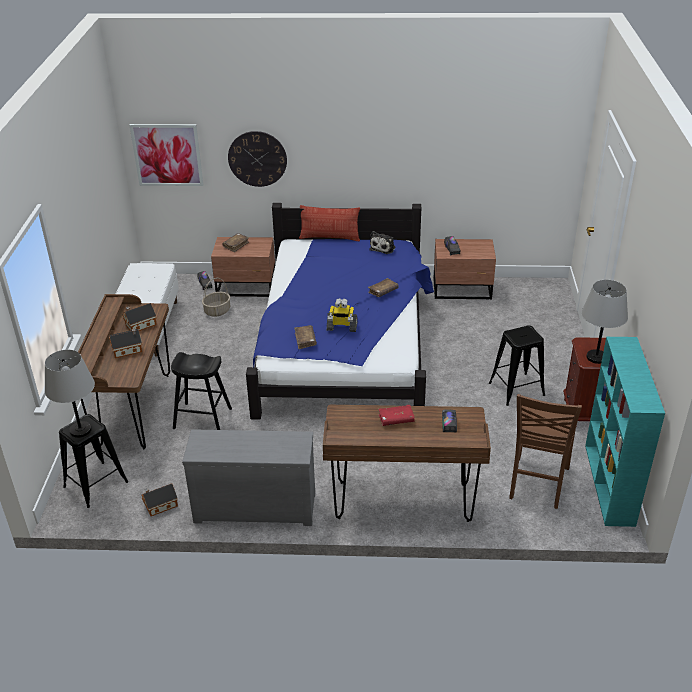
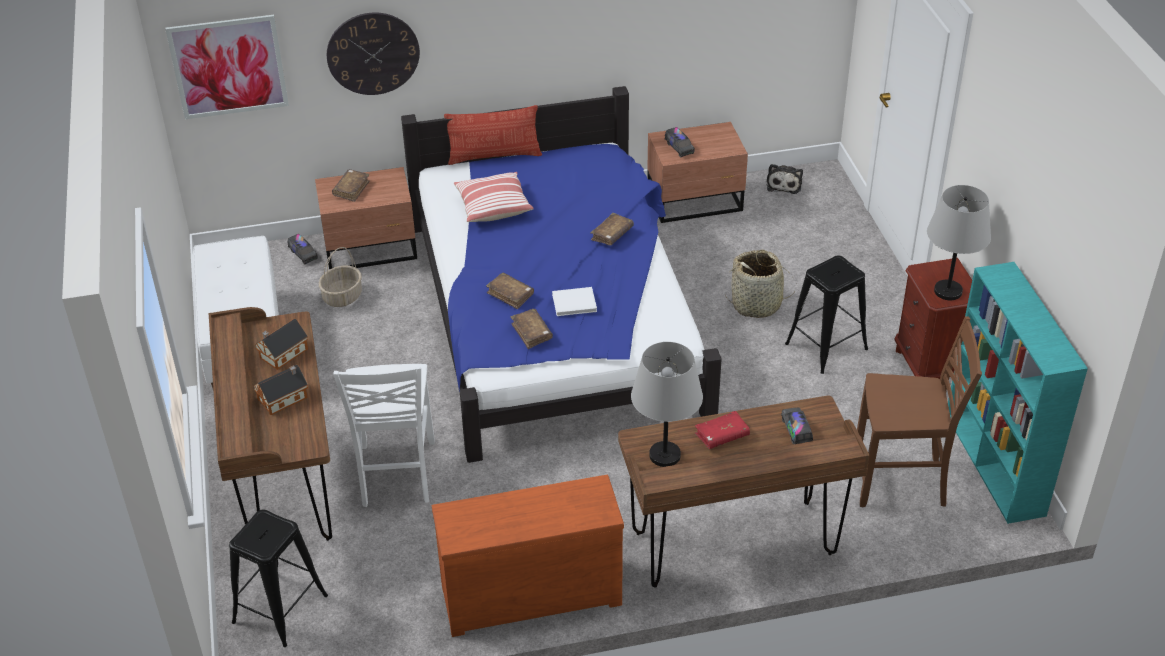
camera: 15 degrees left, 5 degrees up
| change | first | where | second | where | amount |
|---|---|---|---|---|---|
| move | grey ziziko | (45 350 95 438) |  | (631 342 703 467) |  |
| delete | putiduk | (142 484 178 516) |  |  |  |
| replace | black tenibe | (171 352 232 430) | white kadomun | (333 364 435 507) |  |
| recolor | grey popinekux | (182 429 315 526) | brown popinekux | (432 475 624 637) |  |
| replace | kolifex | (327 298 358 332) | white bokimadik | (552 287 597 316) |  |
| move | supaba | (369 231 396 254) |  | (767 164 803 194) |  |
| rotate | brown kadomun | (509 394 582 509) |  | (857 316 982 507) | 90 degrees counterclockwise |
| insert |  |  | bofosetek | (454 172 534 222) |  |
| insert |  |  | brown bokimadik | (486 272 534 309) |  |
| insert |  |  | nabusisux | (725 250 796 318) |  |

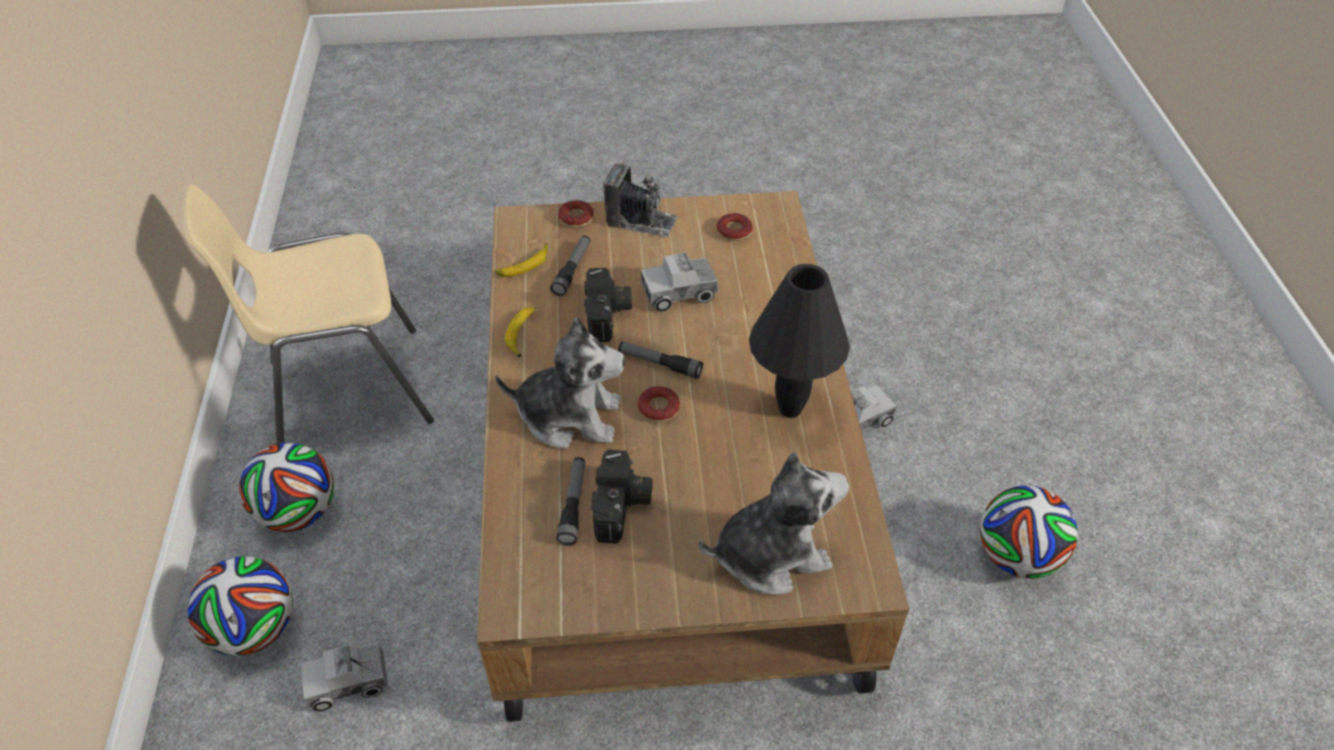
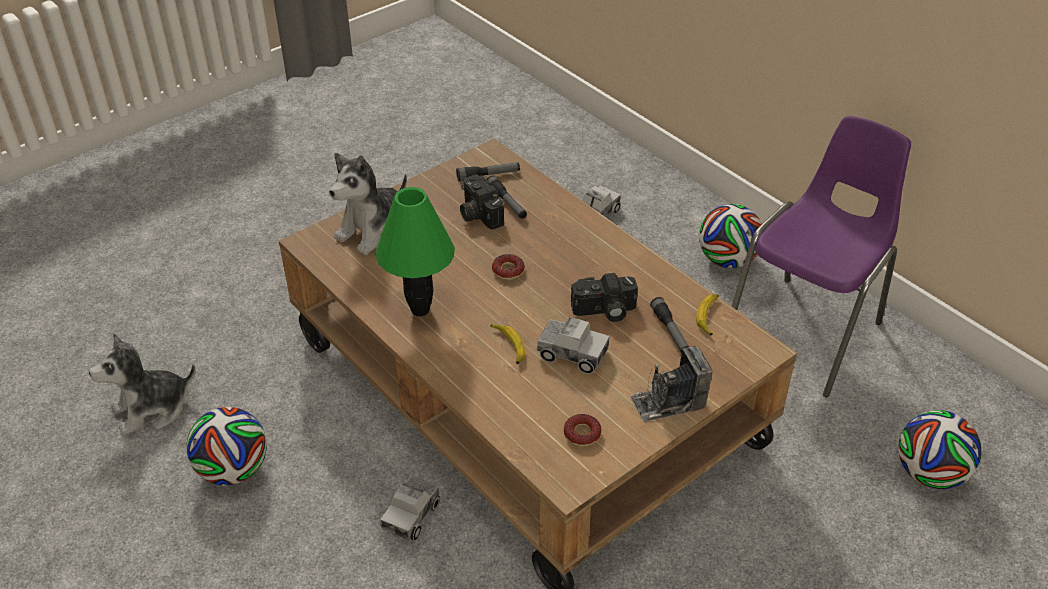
camera: 145 degrees right, 5 degrees down
| change | first | where | second | where | amount |
|---|---|---|---|---|---|
| recolor | beige kadomun | (183 184 434 444) | purple kadomun | (732 116 911 397) |  |
| move | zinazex | (188 556 293 656) |  | (898 410 982 489) |  |
| move | supaba | (495 317 625 449) |  | (89 333 195 436) |  |
| move | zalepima | (505 307 536 357) |  | (490 324 525 364) |  |
| delete | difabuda | (558 200 594 228) |  |  |  |
| rotate | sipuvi | (584 268 632 343) |  | (571 273 638 322) | 60 degrees counterclockwise |
| move | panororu | (618 342 703 379) |  | (456 163 520 181) |  |
| rotate | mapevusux | (641 252 718 312) |  | (536 317 609 374) | 75 degrees clockwise |
| recolor | black ziziko | (749 264 850 418) | green ziziko | (376 187 455 317) |  |

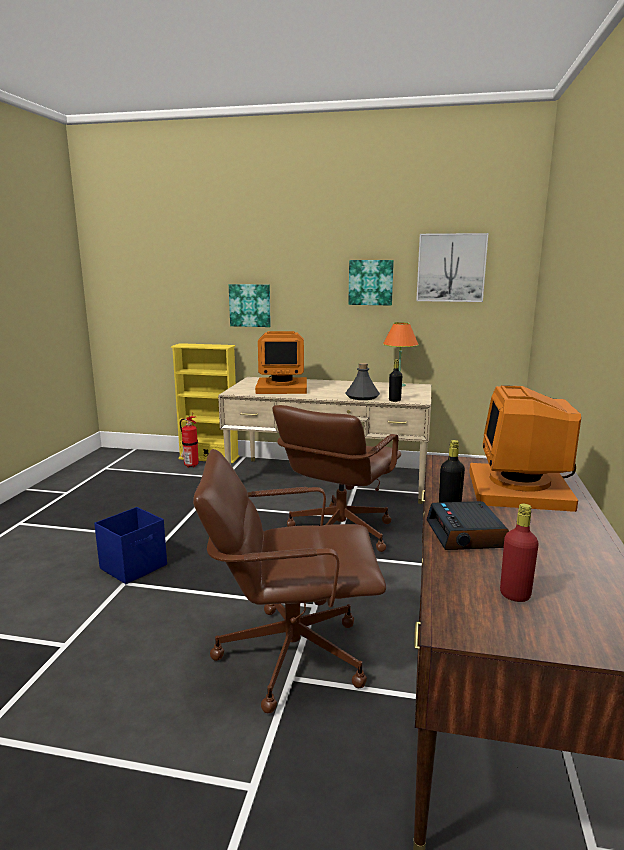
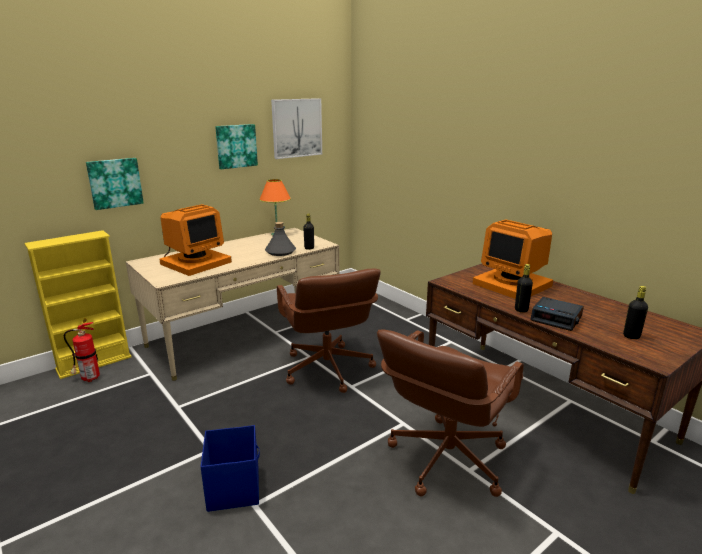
camera: 50 degrees left, 5 degrees up
| change | first | where | second | where | amount |
|---|---|---|---|---|---|
| recolor | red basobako | (500 504 539 602) | black basobako | (623 286 648 339) |  |

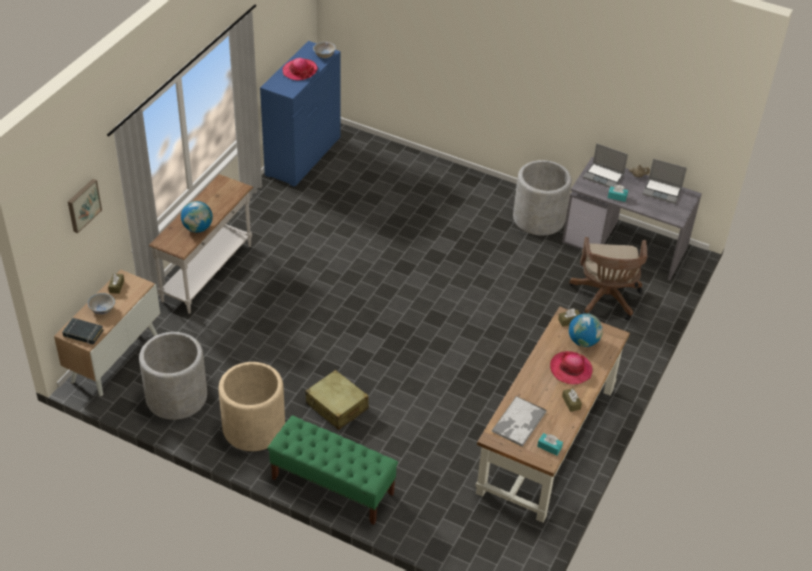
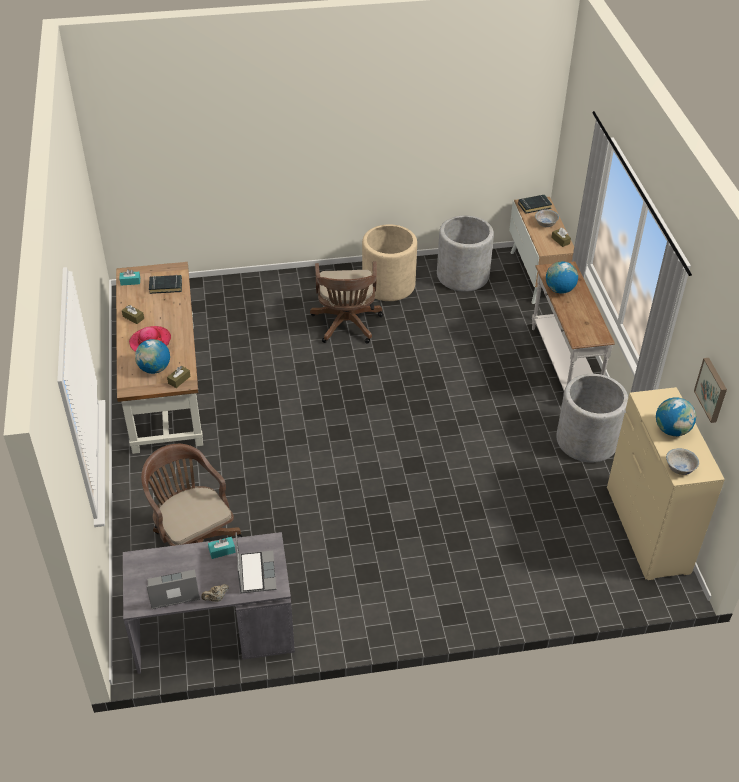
camera: 145 degrees right, 0 degrees up
| change | first | where | second | where | amount |
|---|---|---|---|---|---|
| move | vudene | (68 179 102 233) |  | (694 358 727 423) |  |
| recolor | blue popinekux | (260 41 340 186) | beige popinekux | (607 387 725 580) |  |
| delete | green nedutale | (268 415 398 525) |  |  |  |
| replace | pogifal | (282 58 318 81) | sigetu | (656 397 696 436) |  |
| replace | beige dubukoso | (305 370 369 430) | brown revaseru | (310 261 383 344) |  |
| replace | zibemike | (492 396 547 447) | black bokimadik | (149 275 182 294) |  |
| move | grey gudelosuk | (513 160 572 236) |  | (556 374 628 463) |  |
| rotate | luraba | (583 143 628 188) |  | (235 532 277 594) | 90 degrees clockwise |

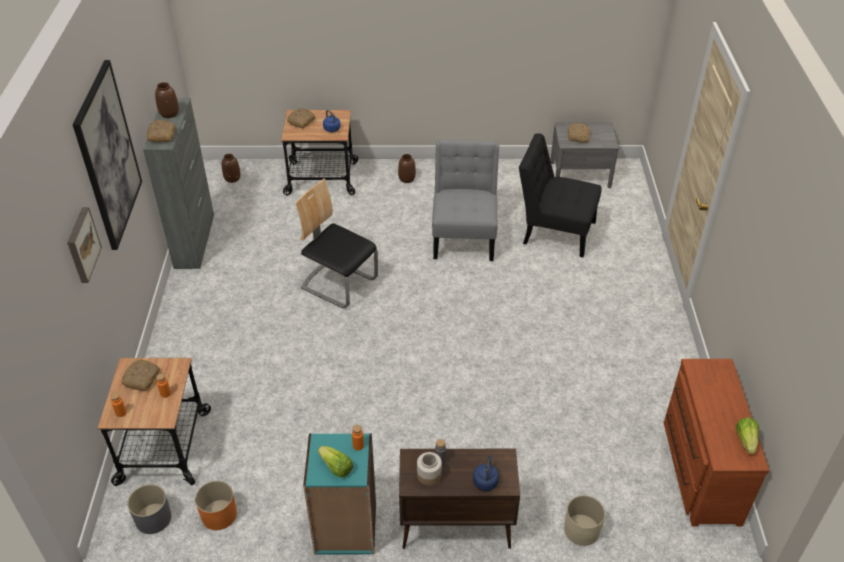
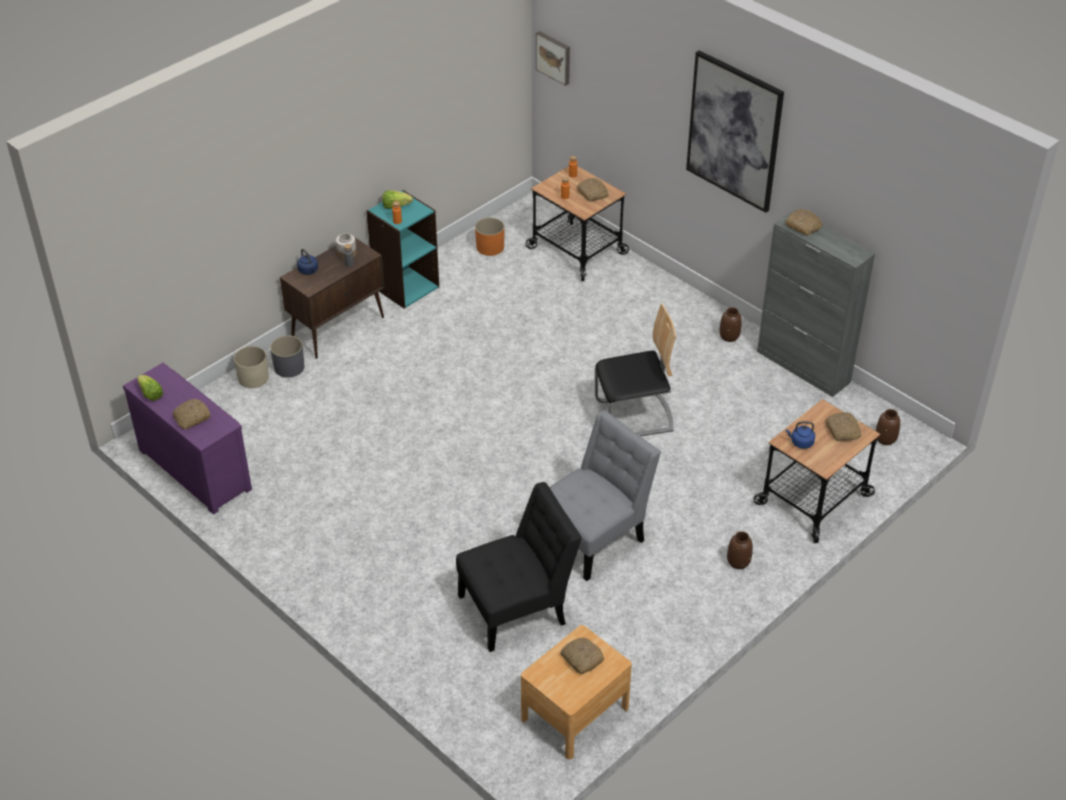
camera: 135 degrees right, 0 degrees up
| change | first | where | second | where | amount |
|---|---|---|---|---|---|
| move | vudene | (67 207 102 283) |  | (536 31 570 86) |  |
| move | grey gudelosuk | (127 484 171 534) |  | (270 336 305 378) |  |
| move | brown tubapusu | (155 82 179 118) |  | (719 307 742 342) |  |
| rotate | grey kadomun | (432 139 499 261) |  | (549 411 661 581) | 90 degrees counterclockwise |
| recolor | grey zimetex | (550 122 619 188) | brown zimetex | (521 625 632 760) |  |
| recolor | brown popinekux | (664 359 769 527) | purple popinekux | (123 363 252 514) |  |
| insert |  |  | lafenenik | (173 399 210 430) |  |

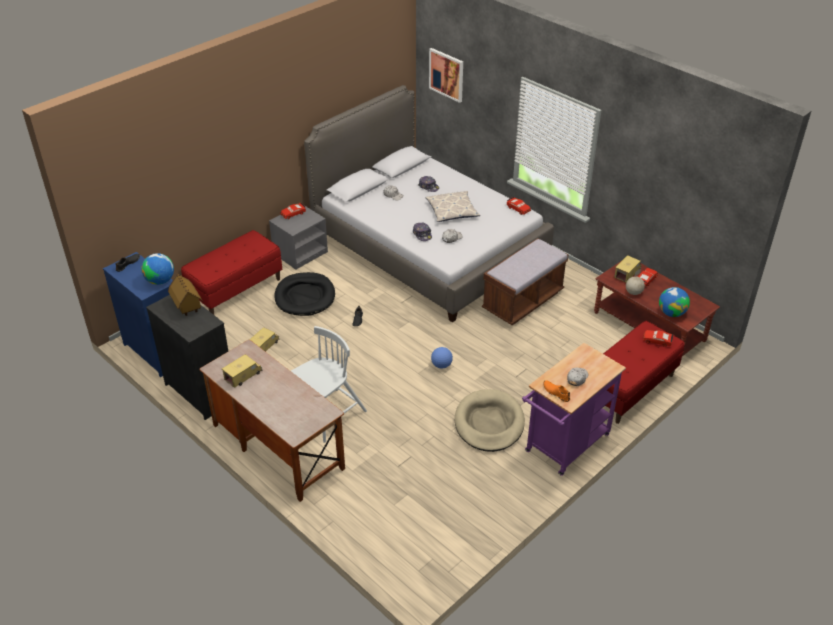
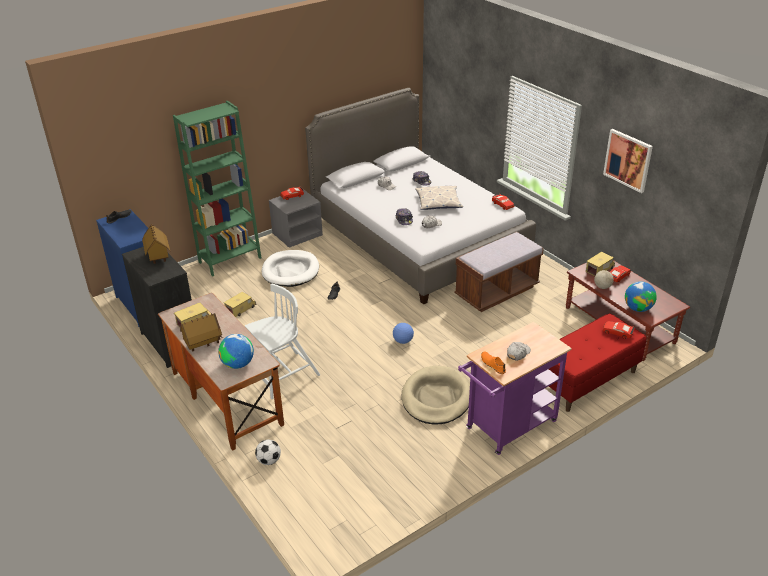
camera: 10 degrees right, 5 degrees down
| change | first | where | second | where | amount |
|---|---|---|---|---|---|
| move | sigetu | (141 253 174 285) |  | (218 334 254 369) |  |
| replace | red nedutale | (181 230 282 315) | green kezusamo | (173 101 261 276) |  |
| recolor | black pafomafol | (274 272 335 316) | white pafomafol | (262 250 319 287) |  |
| move | vudene | (429 48 463 103) |  | (603 129 653 193) |  |
| insert |  |  | putiduk | (180 313 223 352) |  |
| insert |  |  | zinazex | (255 440 281 465) |  |

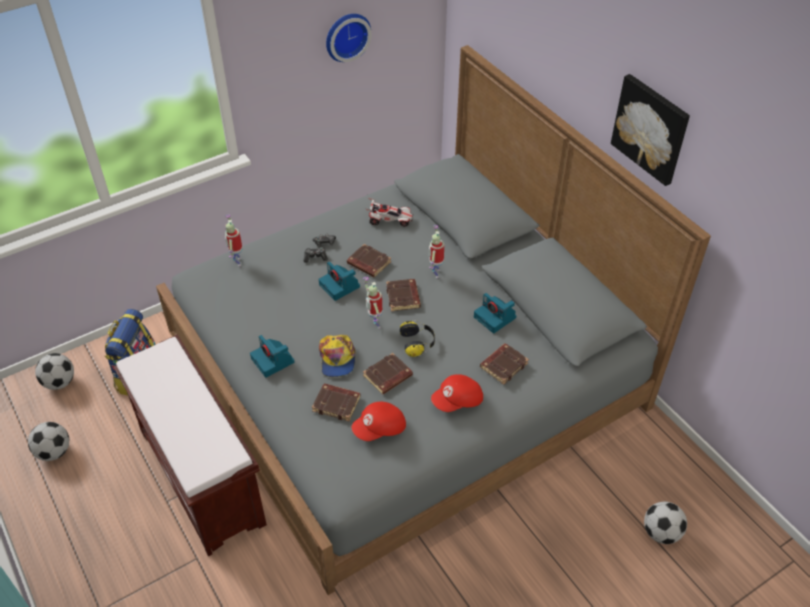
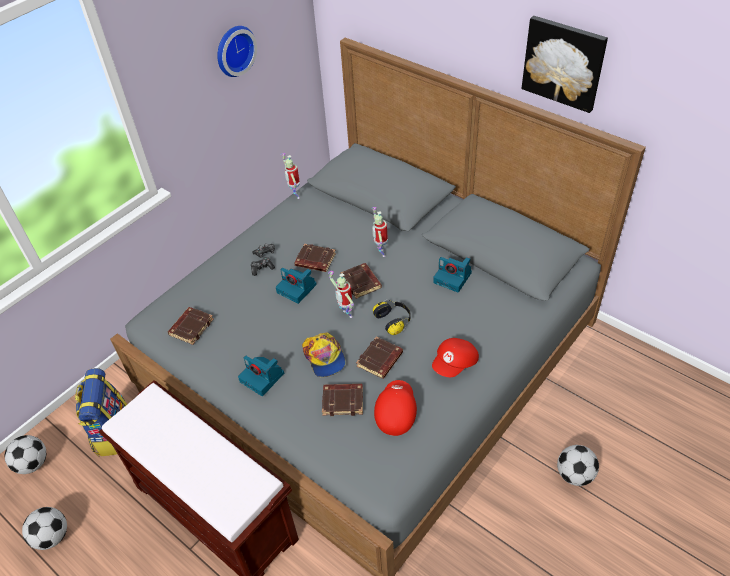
camera: 15 degrees left, 0 degrees up
| change | first | where | second | where | amount |
|---|---|---|---|---|---|
| move | kolifex | (225 215 243 266) |  | (281 153 300 199) |  |
| rotate | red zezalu | (352 402 406 441) |  | (374 380 417 436) | 150 degrees clockwise |
| delete | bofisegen | (366 198 413 227) |  |  |  |
| move | brown bokimadik | (480 343 529 385) |  | (168 307 214 345) |  |
| move | zinazex | (644 502 687 544) |  | (557 445 599 486) |  |

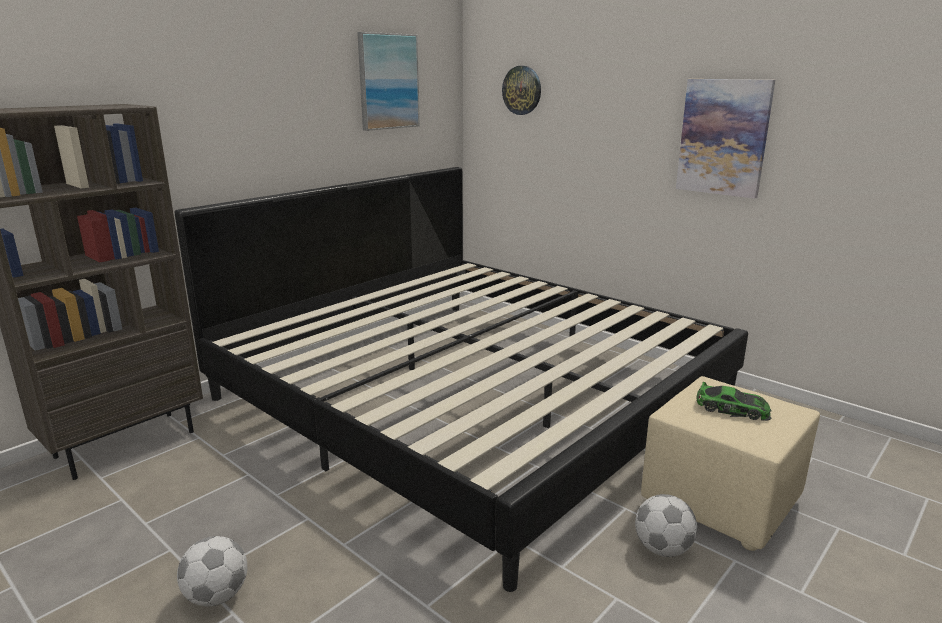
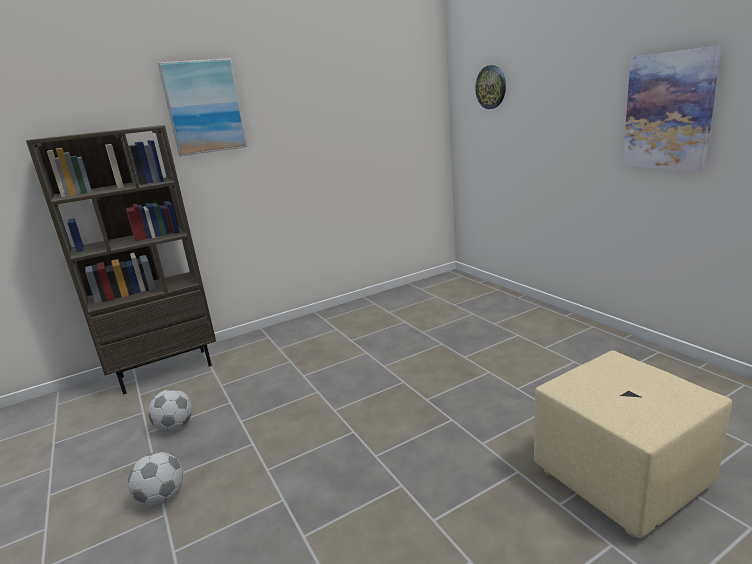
camera: 20 degrees right, 0 degrees up
| change | first | where | second | where | amount |
|---|---|---|---|---|---|
| delete | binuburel | (174 167 748 592) |  |  |  |
| move | vudene | (357 32 420 131) |  | (157 58 247 156) |  |
| move | zinazex | (635 494 697 557) |  | (148 389 193 431) |  |
| delete | bofisegen | (696 382 771 421) |  |  |  |

